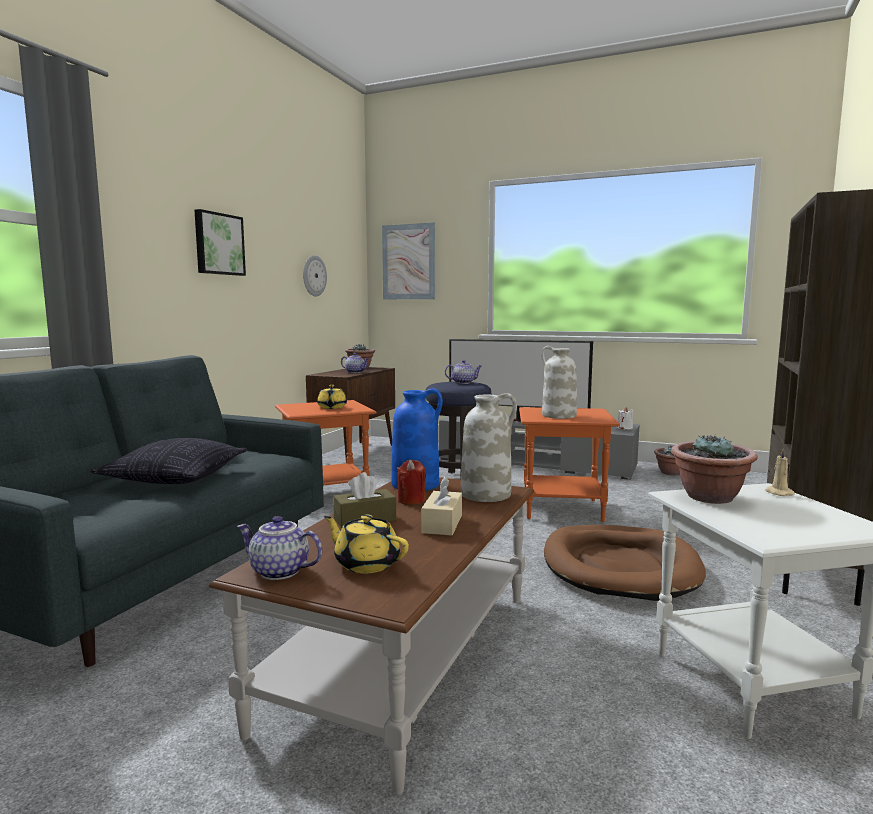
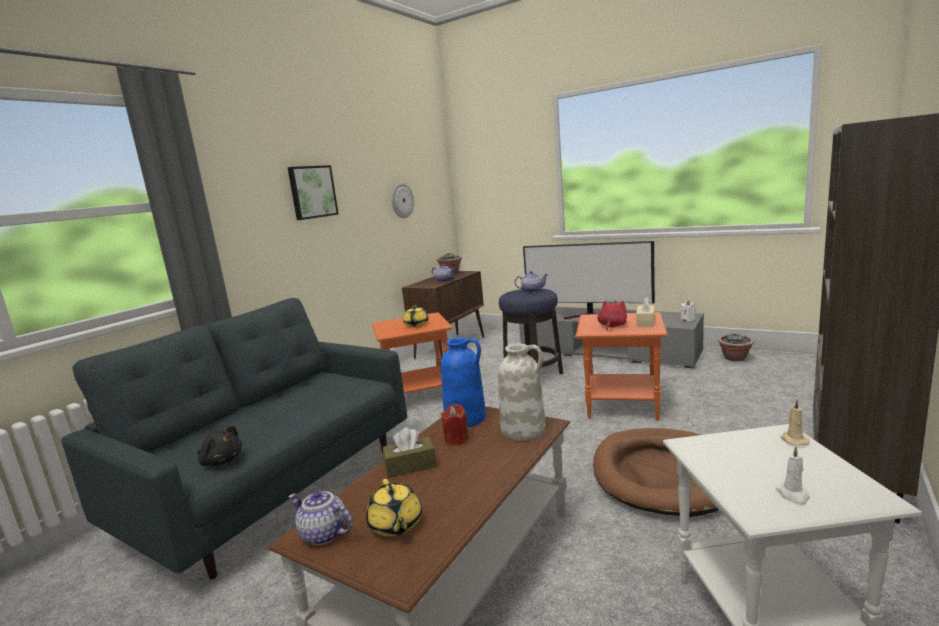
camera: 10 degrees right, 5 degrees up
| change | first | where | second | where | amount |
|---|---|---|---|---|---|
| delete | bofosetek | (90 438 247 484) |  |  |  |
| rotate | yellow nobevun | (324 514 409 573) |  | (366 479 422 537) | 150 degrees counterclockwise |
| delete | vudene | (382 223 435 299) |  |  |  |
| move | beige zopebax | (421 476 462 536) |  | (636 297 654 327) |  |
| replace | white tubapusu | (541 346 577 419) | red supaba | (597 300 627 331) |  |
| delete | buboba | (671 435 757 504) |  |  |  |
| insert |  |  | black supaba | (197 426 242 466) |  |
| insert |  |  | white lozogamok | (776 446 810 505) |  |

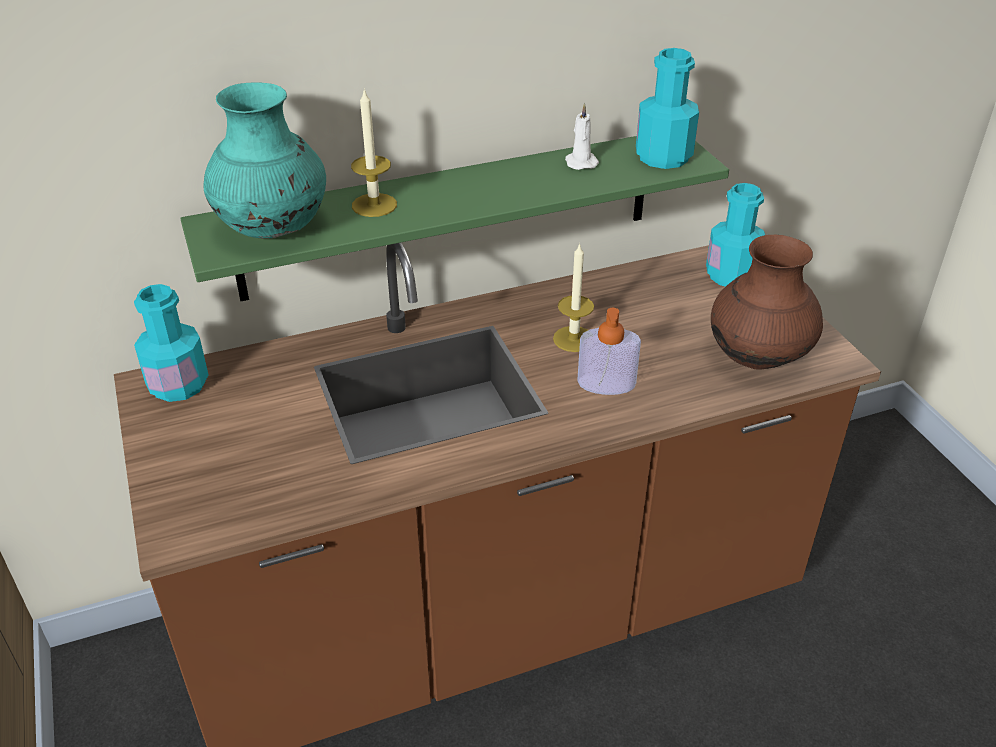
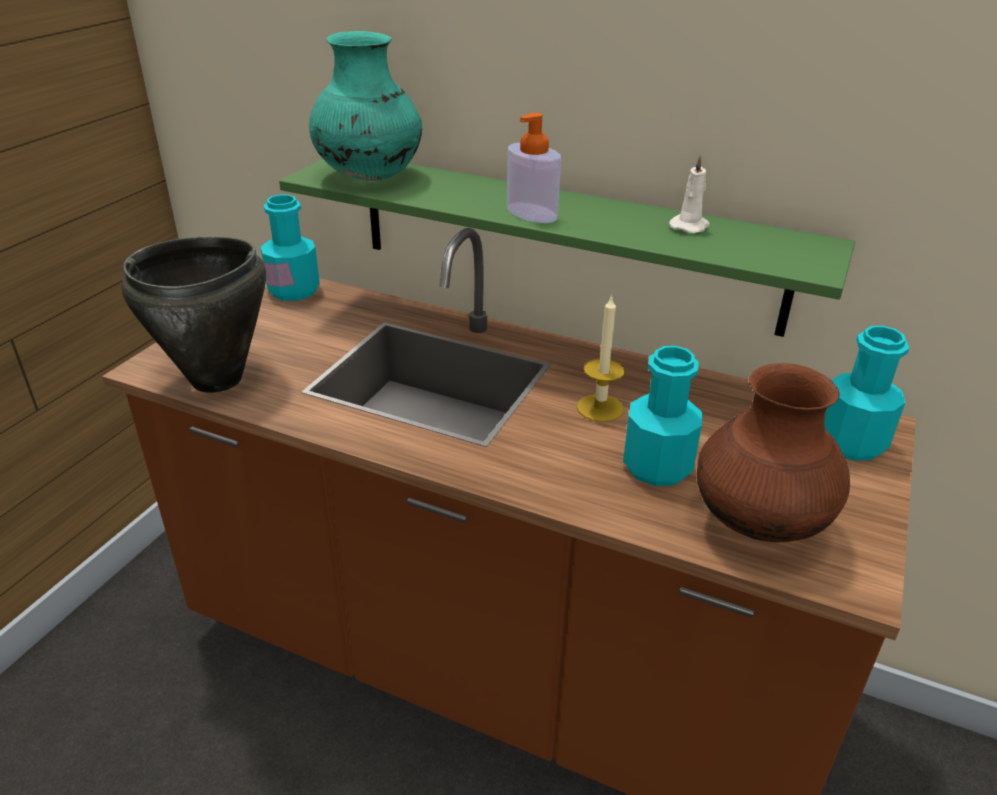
camera: 45 degrees right, 5 degrees down
| change | first | where | second | where | amount |
|---|---|---|---|---|---|
| delete | lozogamok | (351 88 397 217) |  |  |  |
| move | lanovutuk | (577 308 641 395) |  | (507 113 561 223) |  |
| move | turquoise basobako | (636 48 699 169) |  | (623 346 702 486) |  |
| insert |  |  | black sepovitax | (121 237 266 393) |  |

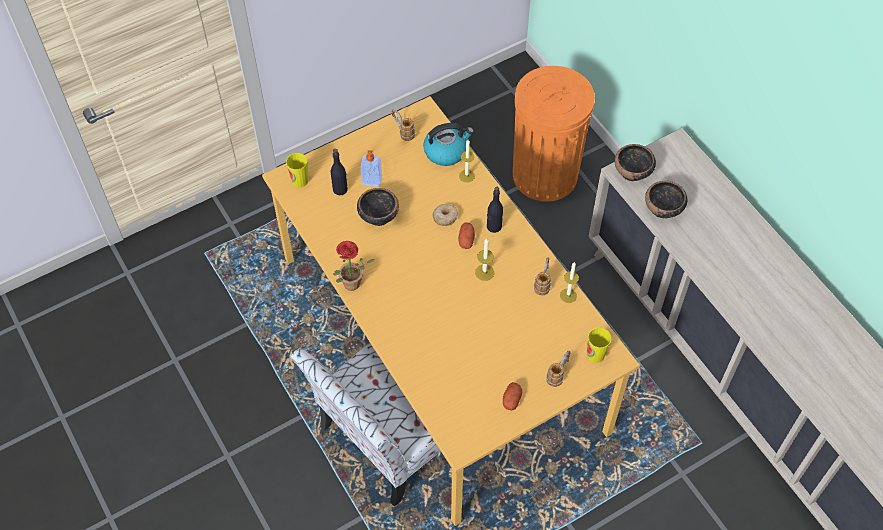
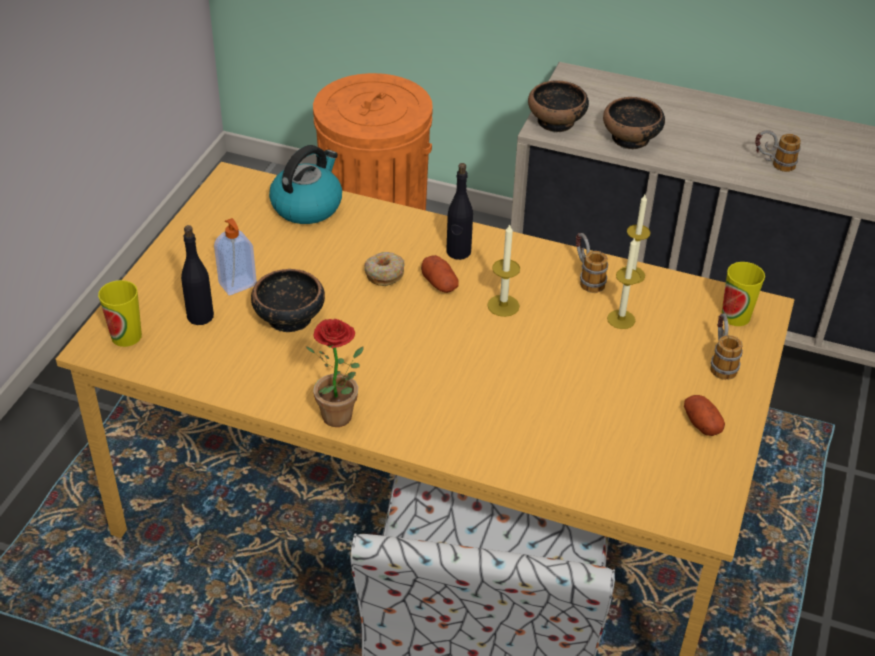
camera: 40 degrees left, 15 degrees down
| change | first | where | second | where | amount |
|---|---|---|---|---|---|
| move | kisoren | (391 109 415 141) |  | (755 130 801 172) |  |
| move | lozogamok | (459 140 475 183) |  | (607 237 641 329) |  |

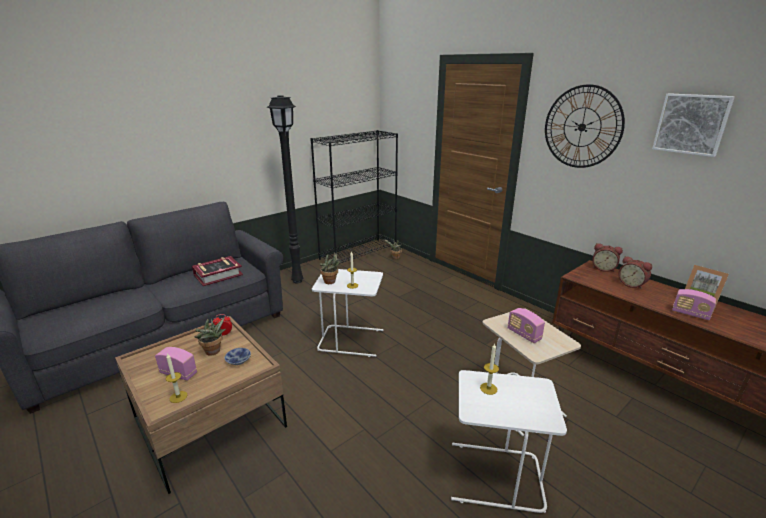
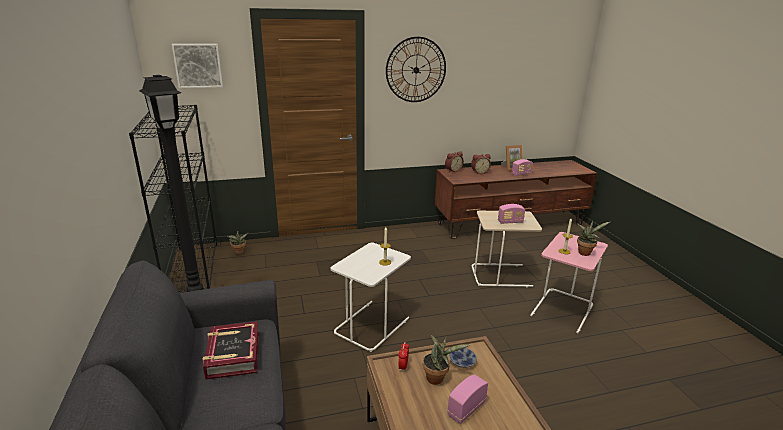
camera: 65 degrees left, 0 degrees up
| change | first | where | second | where | amount |
|---|---|---|---|---|---|
| delete | lozogamok | (166 353 187 403) |  |  |  |
| move | buboba | (320 252 340 284) |  | (577 221 611 256) |  |
| recolor | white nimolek | (451 370 567 513) | pink nimolek | (530 232 608 334) |  |
| move | vudene | (652 93 735 157) |  | (172 44 223 88) |  |

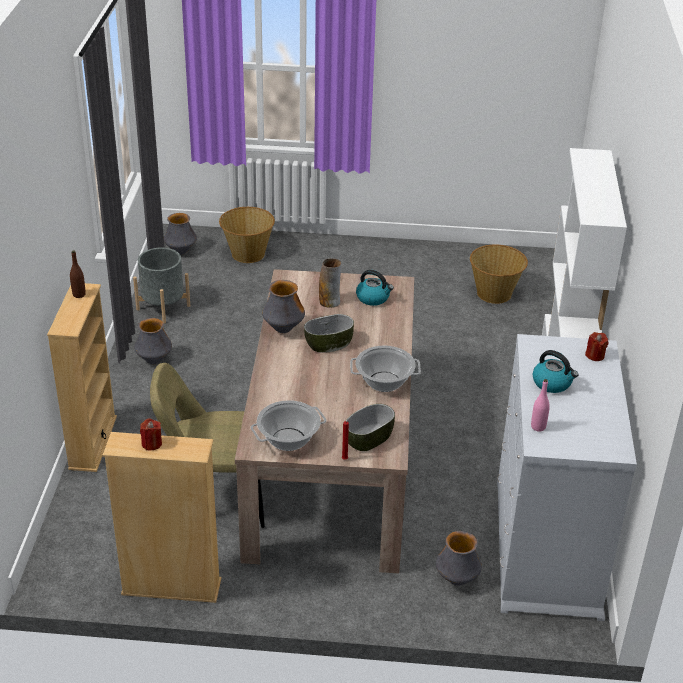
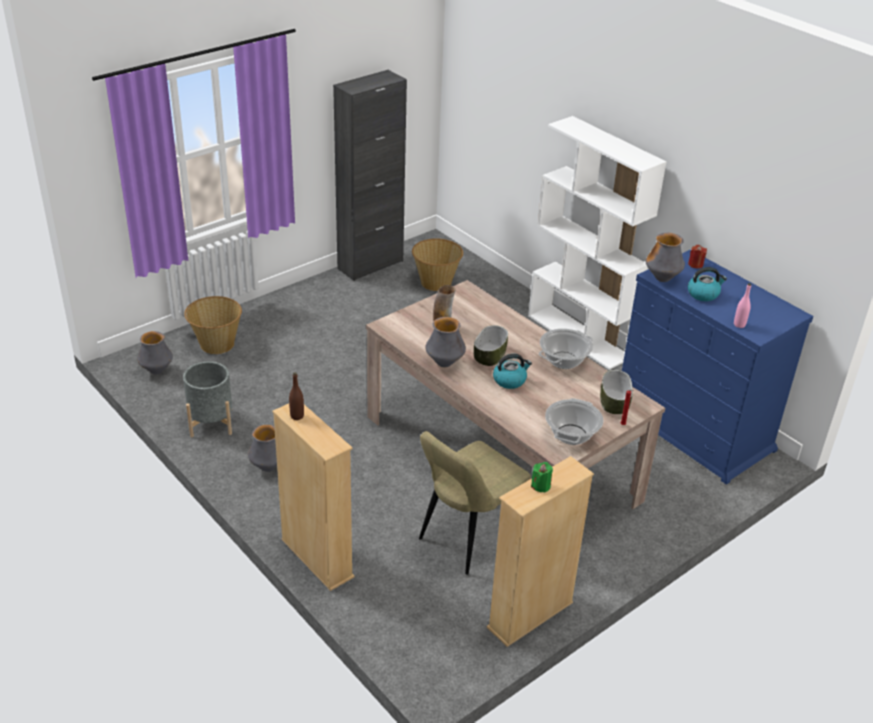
camera: 45 degrees left, 0 degrees up
| change | first | where | second | where | amount |
|---|---|---|---|---|---|
| recolor | red lozogamok | (140 419 162 450) | green lozogamok | (531 462 553 492) |  |
| move | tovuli | (356 270 394 306) |  | (493 354 532 389) |  |
| move | tubapusu | (436 531 482 586) |  | (646 233 685 282) |  |
| recolor | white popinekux | (497 334 637 621) | blue popinekux | (622 250 813 485) |  |
| insert |  |  | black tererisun | (333 70 407 281) |  |

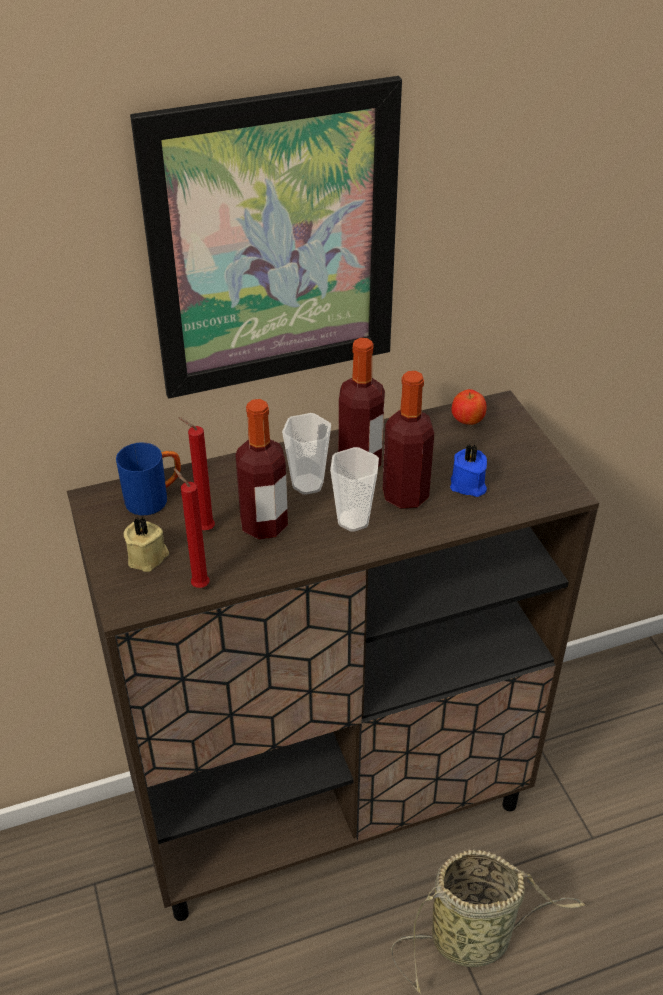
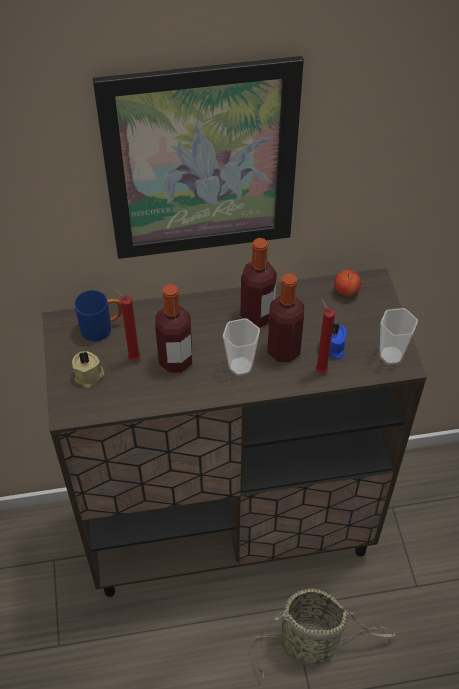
camera: 10 degrees right, 10 degrees up
| change | first | where | second | where | amount |
|---|---|---|---|---|---|
| move | red lozogamok | (174 468 209 588) |  | (316 299 335 373) |  |
| move | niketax | (282 413 331 495) |  | (380 308 418 365) |  |

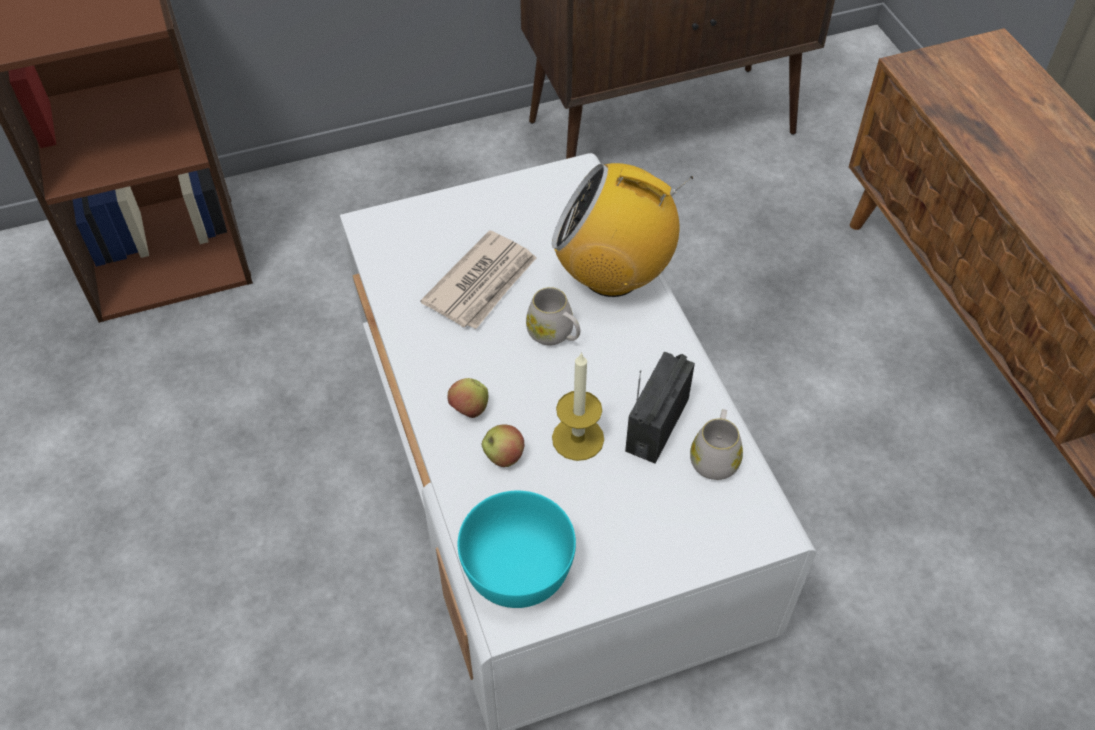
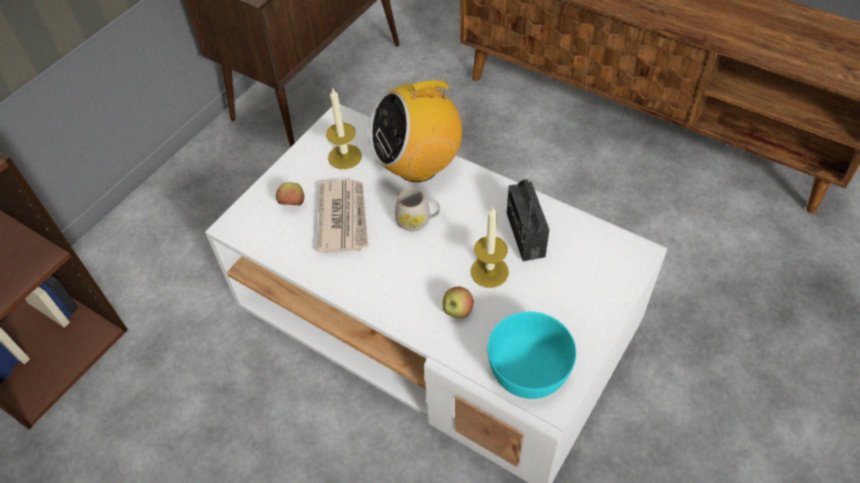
camera: 35 degrees left, 0 degrees up
| change | first | where | second | where | amount |
|---|---|---|---|---|---|
| move | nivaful | (447 378 488 418) |  | (276 182 304 205) |  |
| delete | white kisoren | (690 409 743 480) |  |  |  |
| insert |  |  | lozogamok | (326 89 362 169) |  |

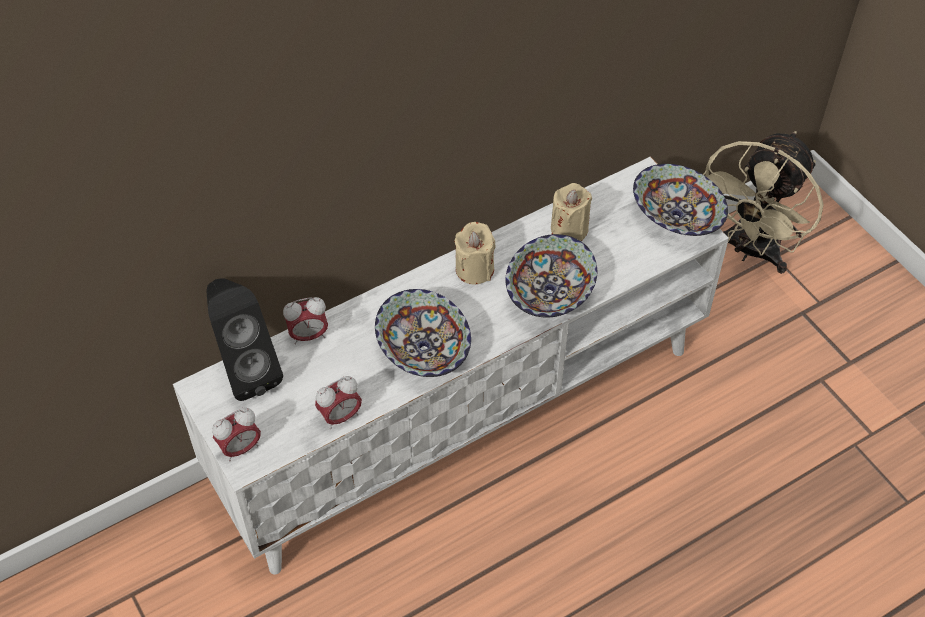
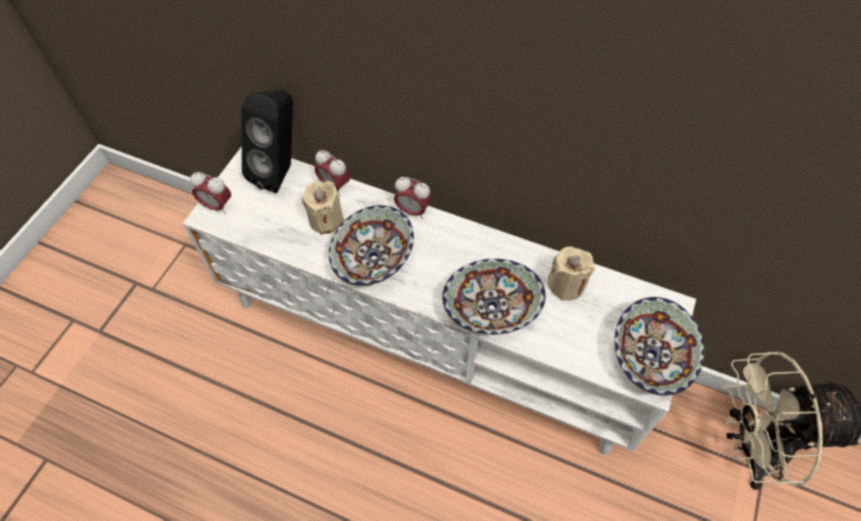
camera: 55 degrees right, 5 degrees up
| change | first | where | second | where | amount |
|---|---|---|---|---|---|
| move | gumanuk | (315 376 362 429) |  | (394 177 432 219) |  |
| move | beige lozogamok | (455 222 496 285) |  | (302 181 344 235) |  |

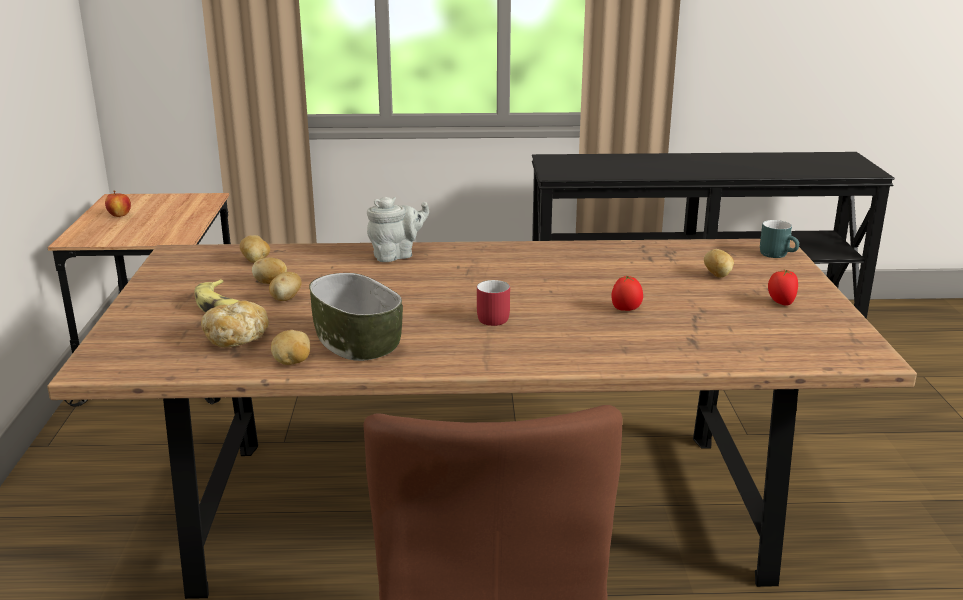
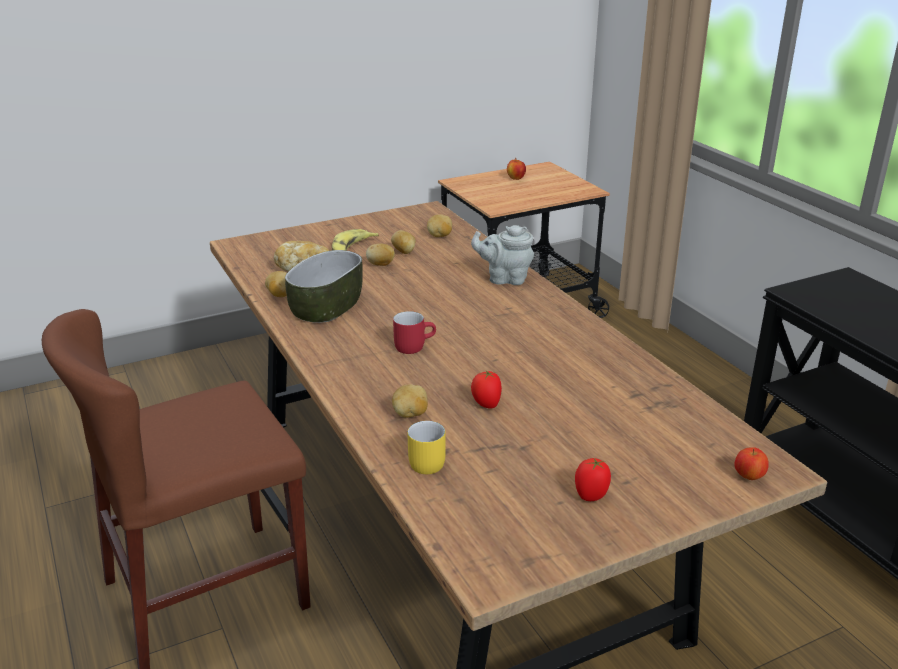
camera: 65 degrees right, 5 degrees up
| change | first | where | second | where | amount |
|---|---|---|---|---|---|
| rotate | grey nobevun | (367 197 429 262) |  | (471 225 534 285) | 150 degrees clockwise |
| move | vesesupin | (704 249 734 278) |  | (392 384 428 418) |  |
| replace | turquoise kisoren | (760 220 799 258) | nivaful | (734 447 769 480) |  |
| insert |  |  | yellow kisoren | (407 421 446 474) |  |

